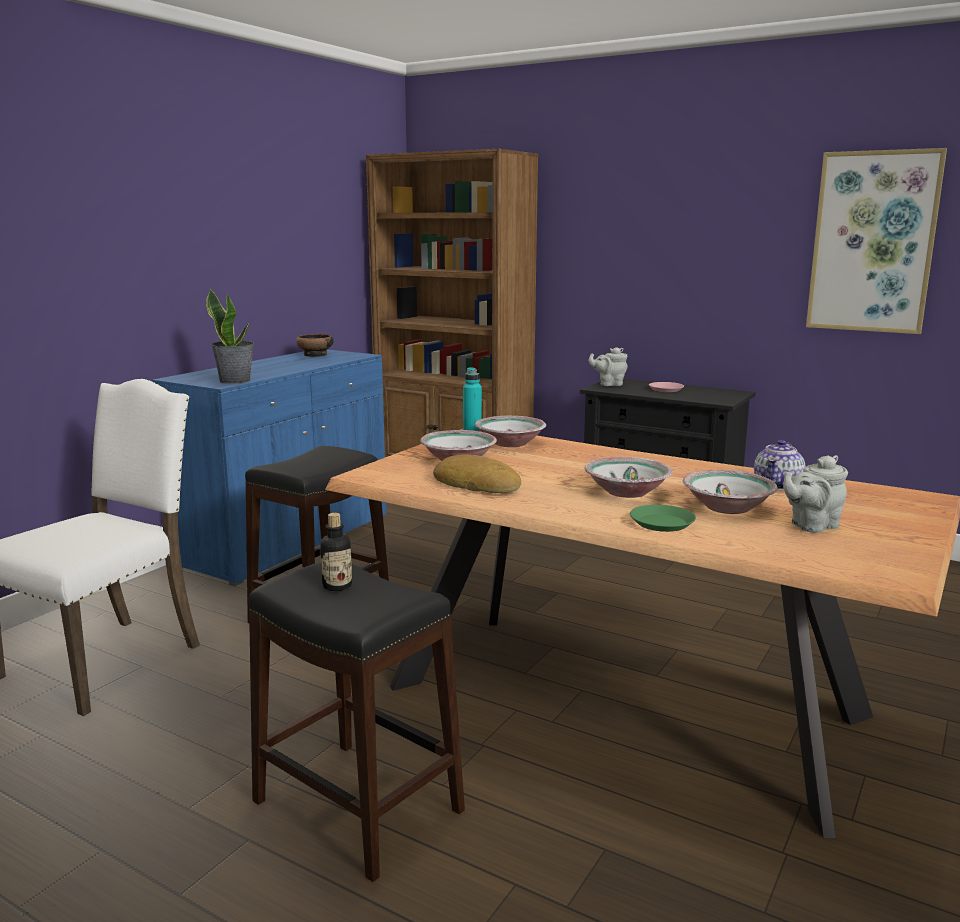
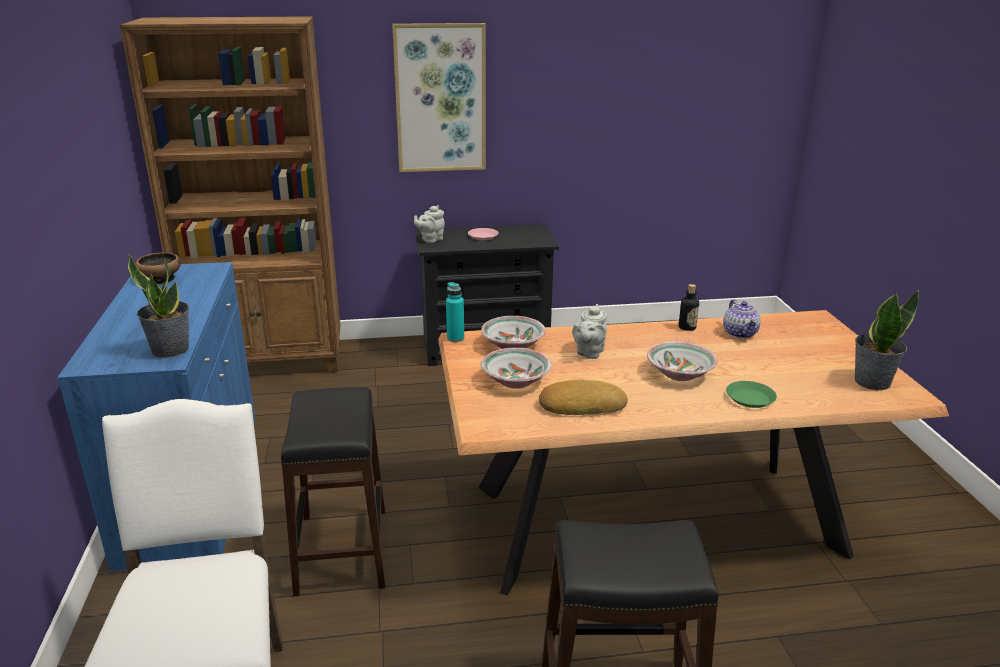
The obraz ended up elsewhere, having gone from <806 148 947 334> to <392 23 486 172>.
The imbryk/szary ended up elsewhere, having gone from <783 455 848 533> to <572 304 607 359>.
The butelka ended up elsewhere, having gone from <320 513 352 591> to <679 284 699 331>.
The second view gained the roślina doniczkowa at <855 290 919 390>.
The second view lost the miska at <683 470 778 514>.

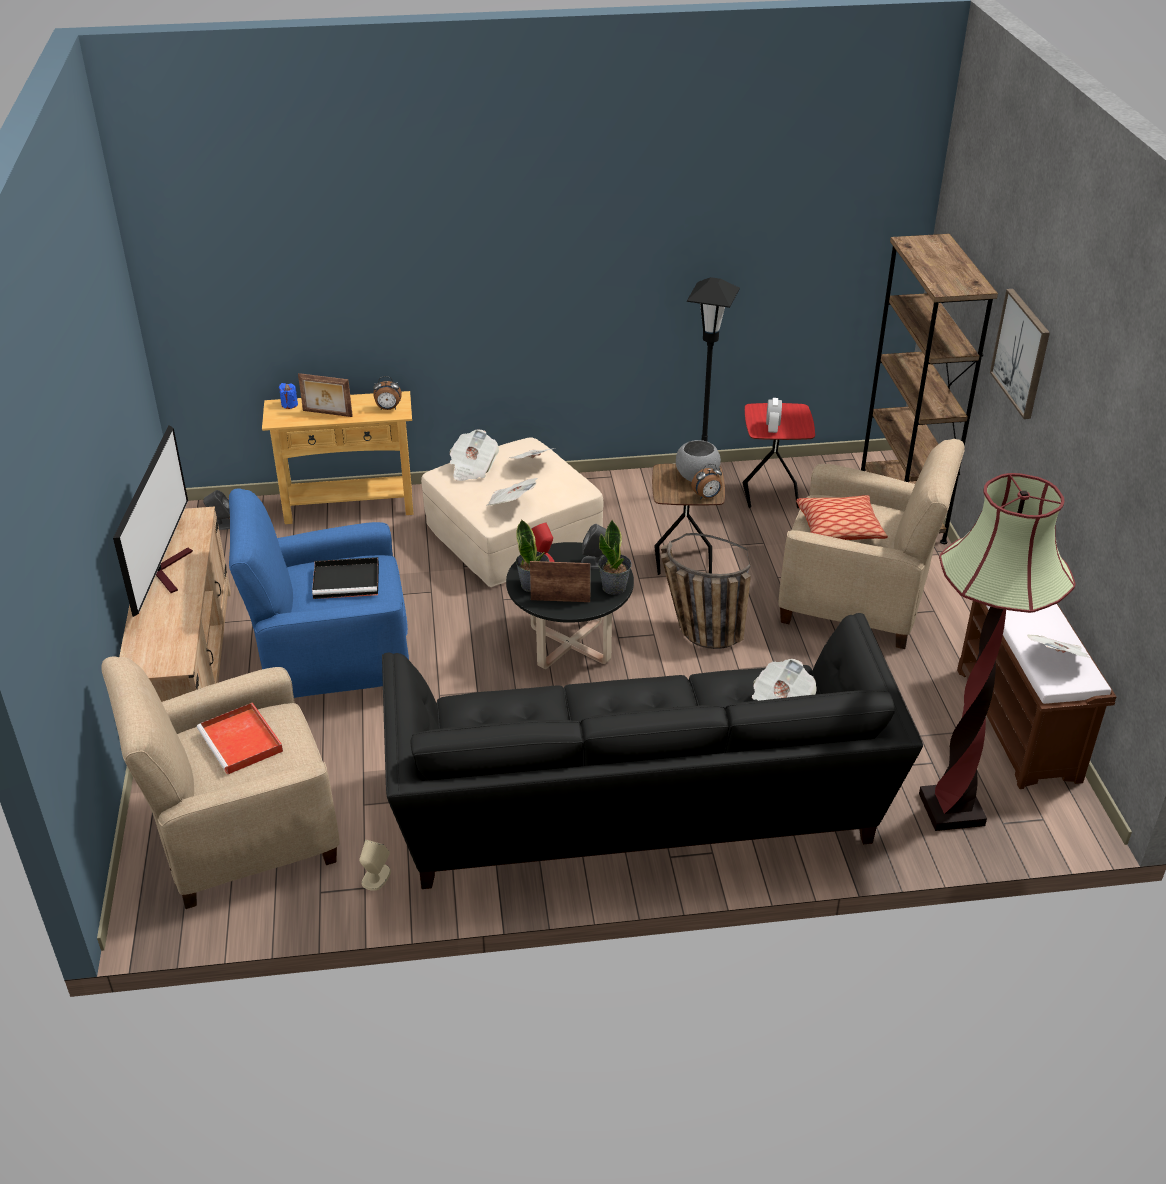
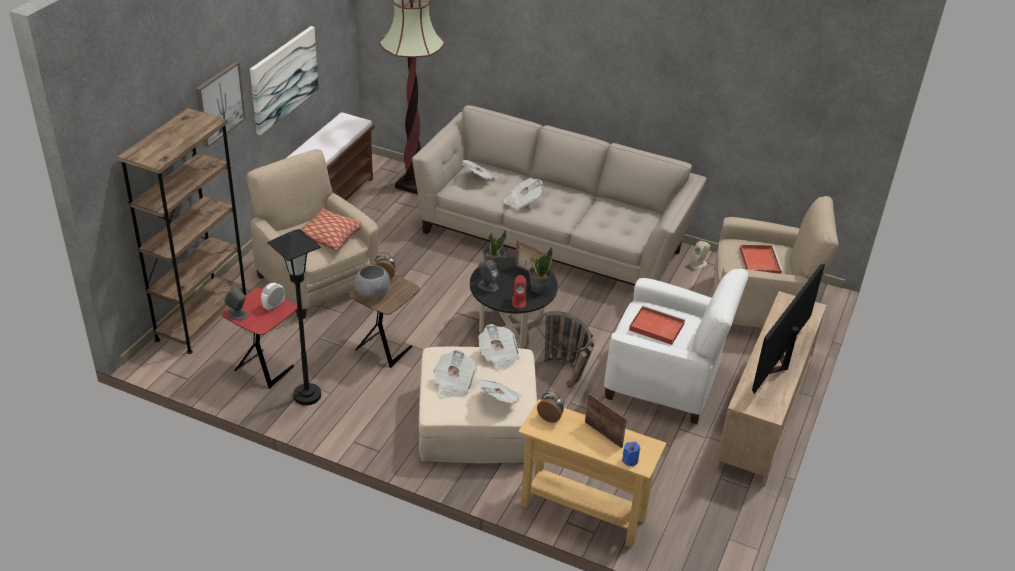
The głośnik/szary ended up elsewhere, having gone from <203 490 230 530> to <224 287 248 321>.
The second view gained the obraz at <250 26 319 135>.
What was the kanapa/czarny at <382 613 923 889> turned into the kanapa/beżowy at <412 105 707 286>.
The gazeta ended up elsewhere, having gone from <1027 634 1090 658> to <504 178 542 209>.
The koszyk ended up elsewhere, having gone from <661 533 751 649> to <536 311 594 388>.
What was the fotel/niebieski at <229 488 409 698> turned into the fotel/biały at <604 269 748 424>.
What was the taca/czarny at <312 557 379 599> turned into the taca/czerwony at <629 305 685 345>.

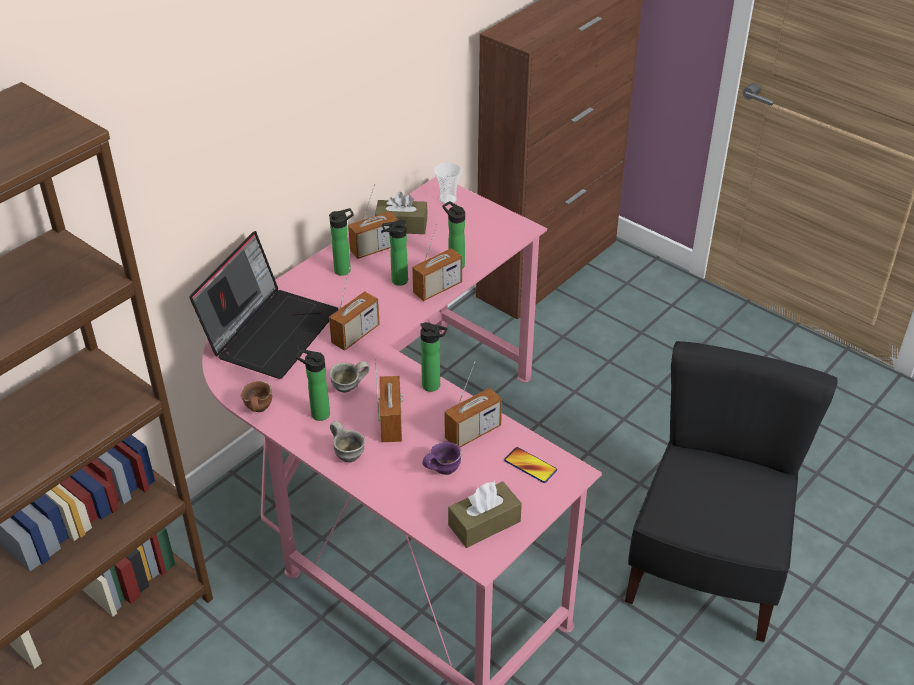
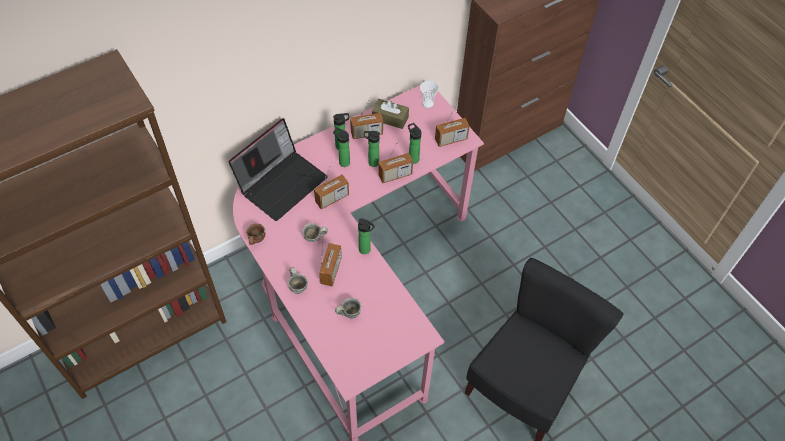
The butelka ended up elsewhere, having gone from <296 349 330 421> to <333 128 350 167>.
What was the kubek/fioletowy at <422 442 462 475> turned into the kubek/szary at <335 298 361 318>.
The radio ended up elsewhere, having gone from <444 361 502 447> to <435 103 470 147>.
The second view lost the pudełko chusteczek/brązowy at <448 481 522 548>.
The second view lost the telefon at <504 447 557 483>.

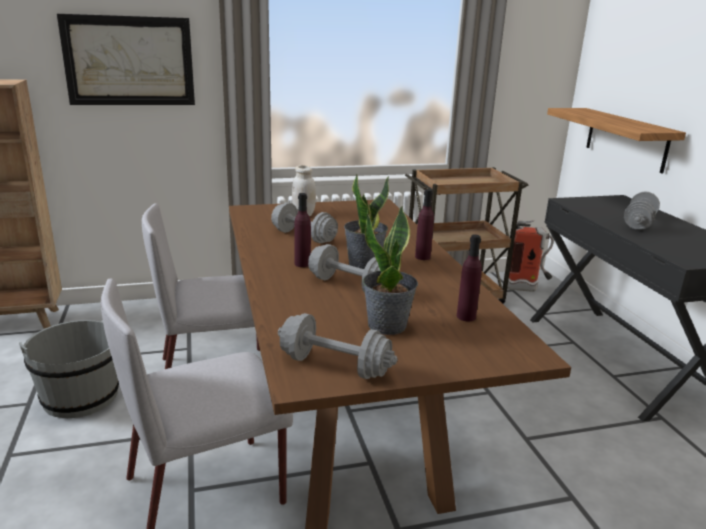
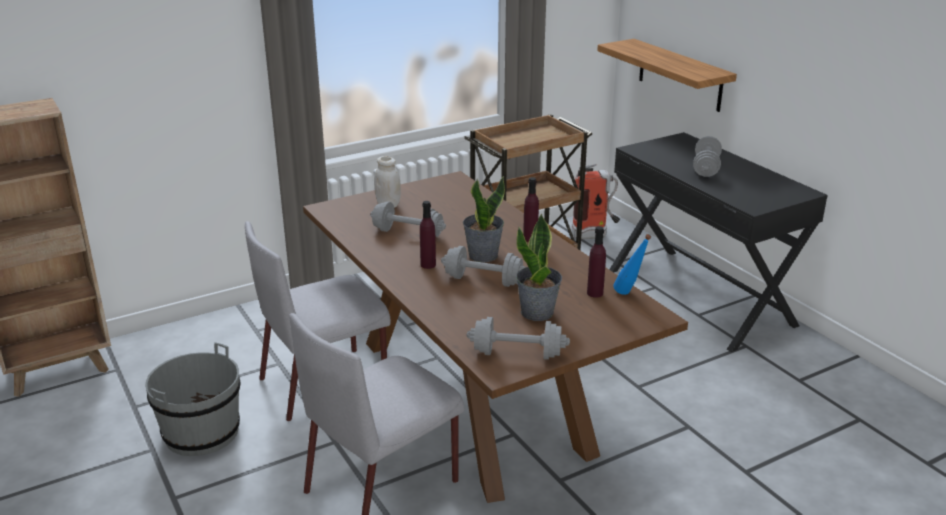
The second view gained the butelka/niebieski at <613 234 651 295>.
The second view lost the obraz at <57 14 195 105>.

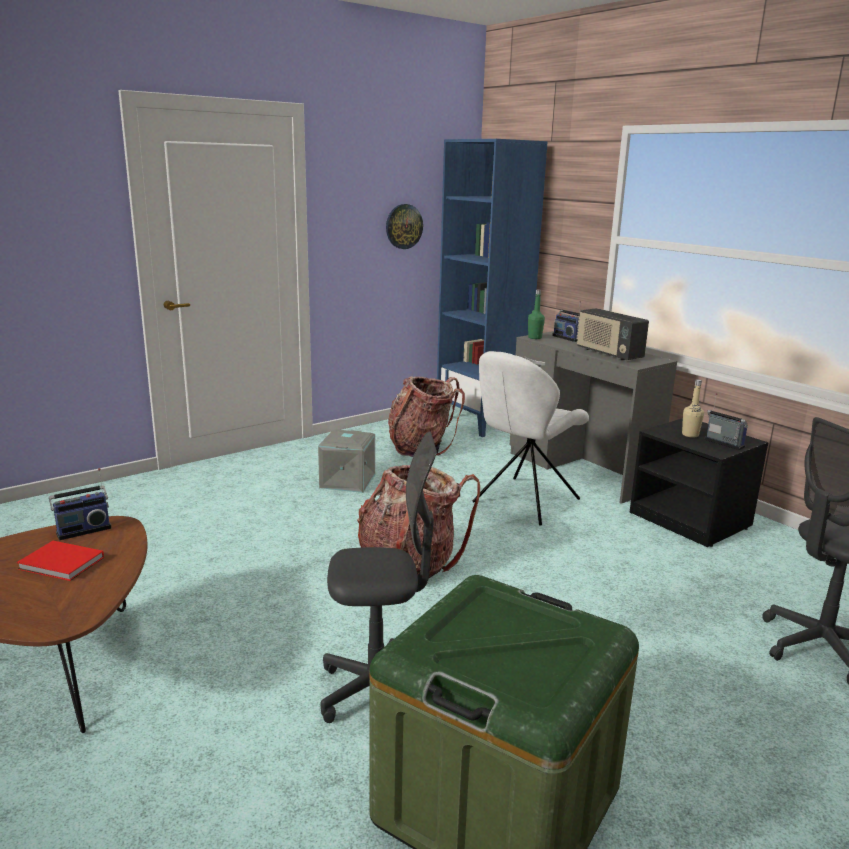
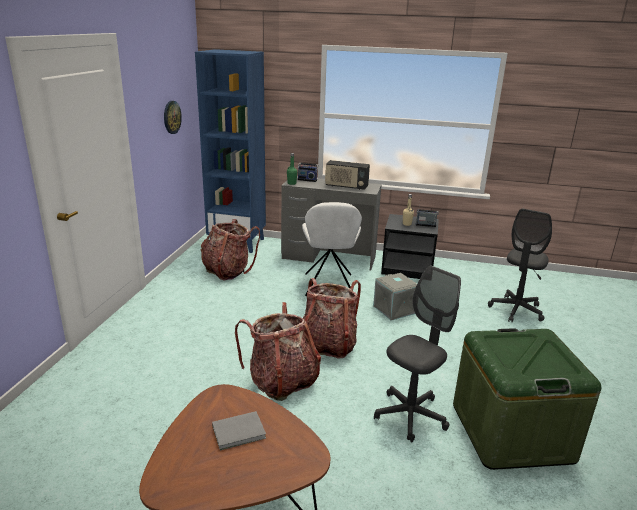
What was the książka/czerwony at <17 541 104 581> turned into the książka/szary at <212 411 266 451>.
The second view gained the plecak at <235 302 321 401>.
The pojemnik do przechowywania/szary ended up elsewhere, having gone from <318 429 375 493> to <373 273 417 321>.
The second view lost the radio at <49 468 111 540>.

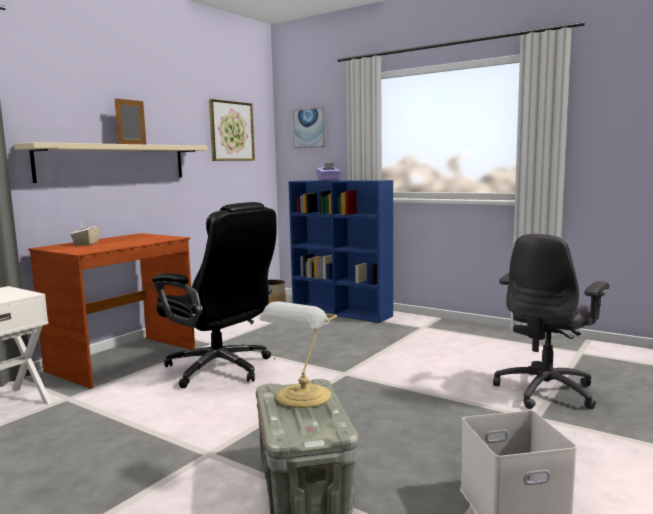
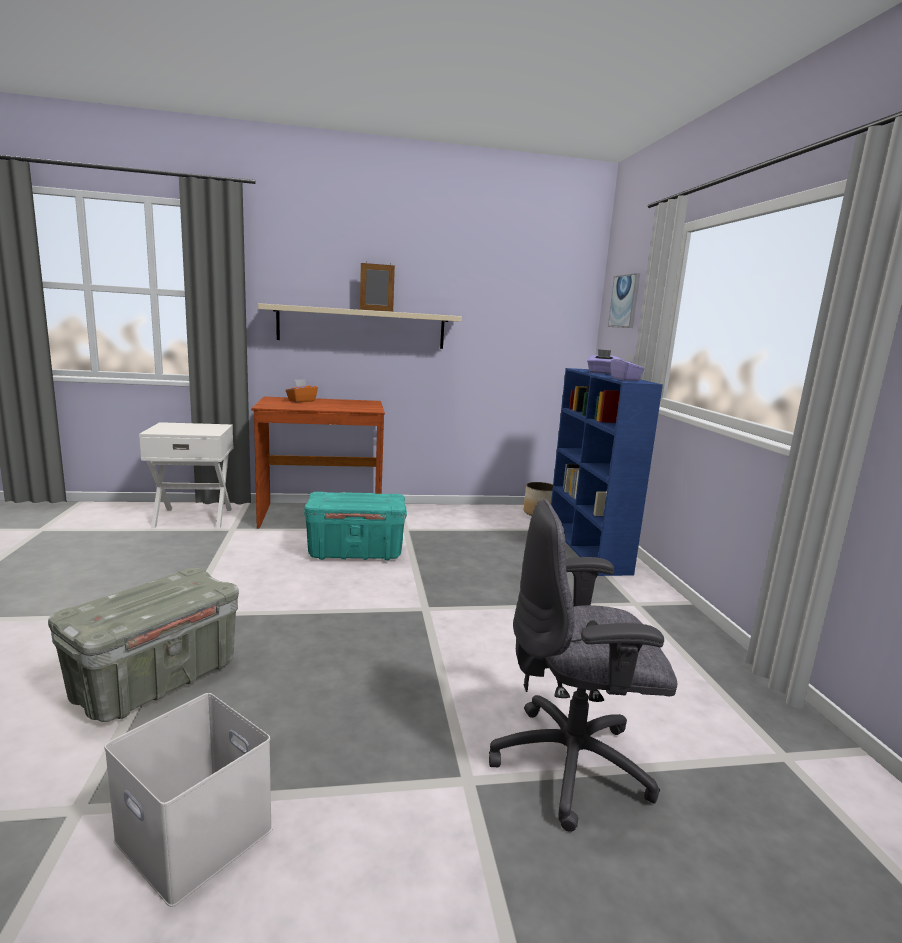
What was the pudełko chusteczek/beżowy at <70 221 99 246> turned into the pudełko chusteczek/pomarańczowy at <285 379 318 403>.
Where the krzesło biurowe/czarny stood at <152 202 277 388>, the pojemnik do przechowywania/turkusowy came to stand at <304 492 407 561>.
The second view gained the pudełko chusteczek/fioletowy at <610 354 645 381>.
The second view lost the obraz at <209 99 255 161>.
The second view lost the lampa stołowa at <260 301 337 408>.

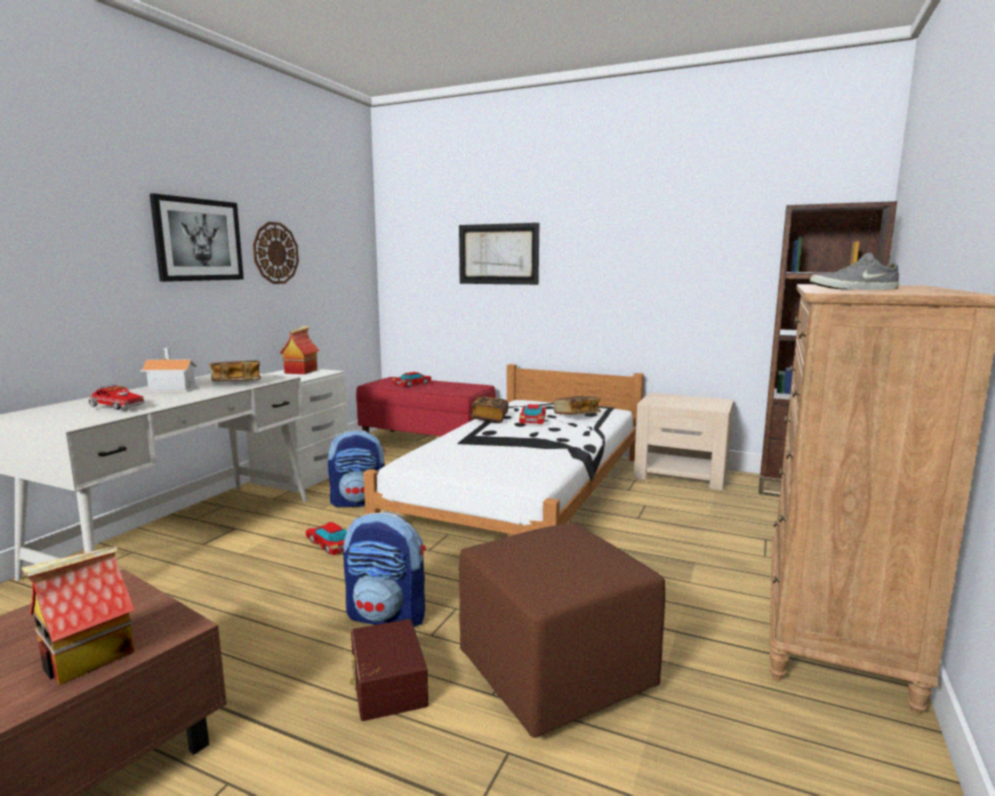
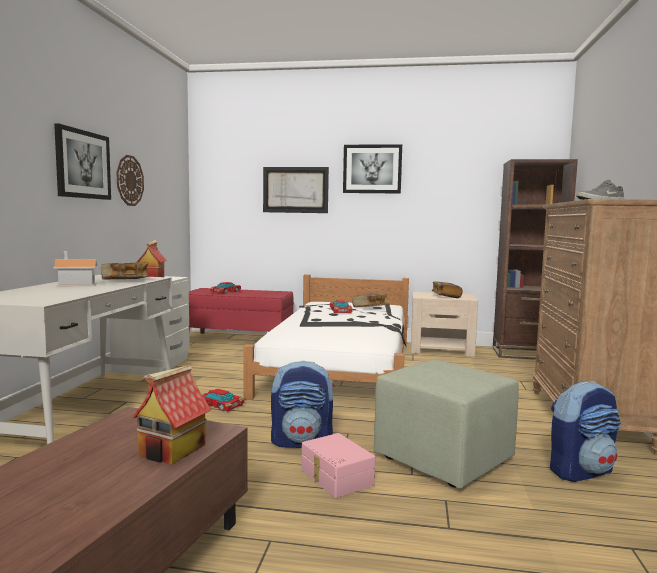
What was the pojemnik do przechowywania/brązowy at <350 619 428 721> turned into the pojemnik do przechowywania/różowy at <301 433 375 498>.
The second view gained the obraz at <343 144 402 194>.
What was the pufa/brązowy at <459 522 665 738> turned into the pufa/zielony at <374 360 519 488>.
The książka ended up elsewhere, having gone from <471 396 509 423> to <432 281 463 298>.
The plecak ended up elsewhere, having gone from <328 430 386 507> to <550 381 621 482>.
The second view lost the ciężarówka zabawkowa at <89 384 144 410>.

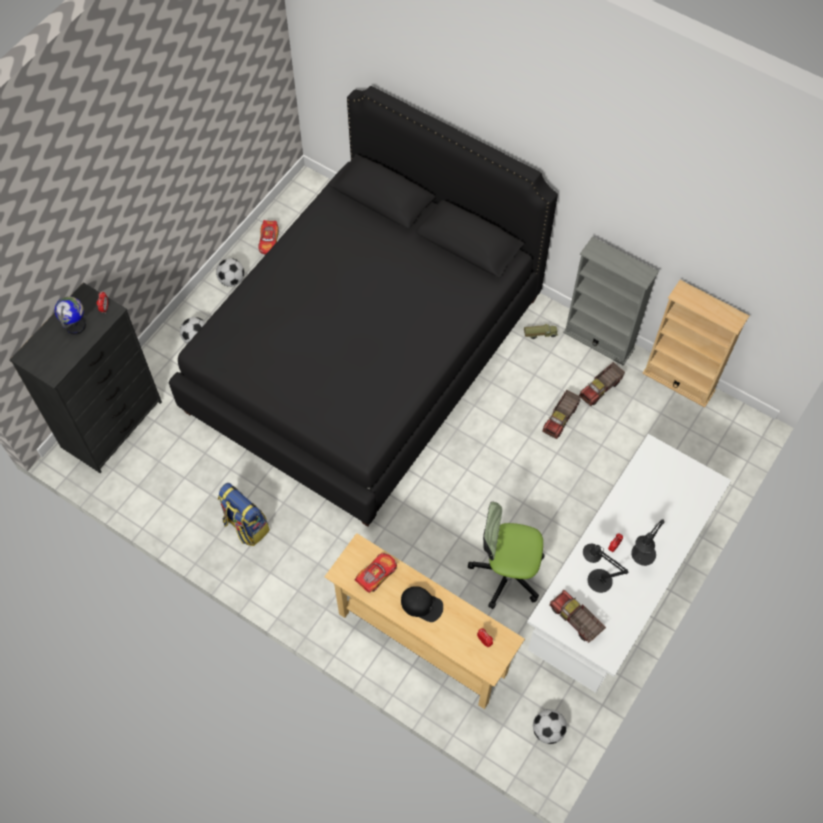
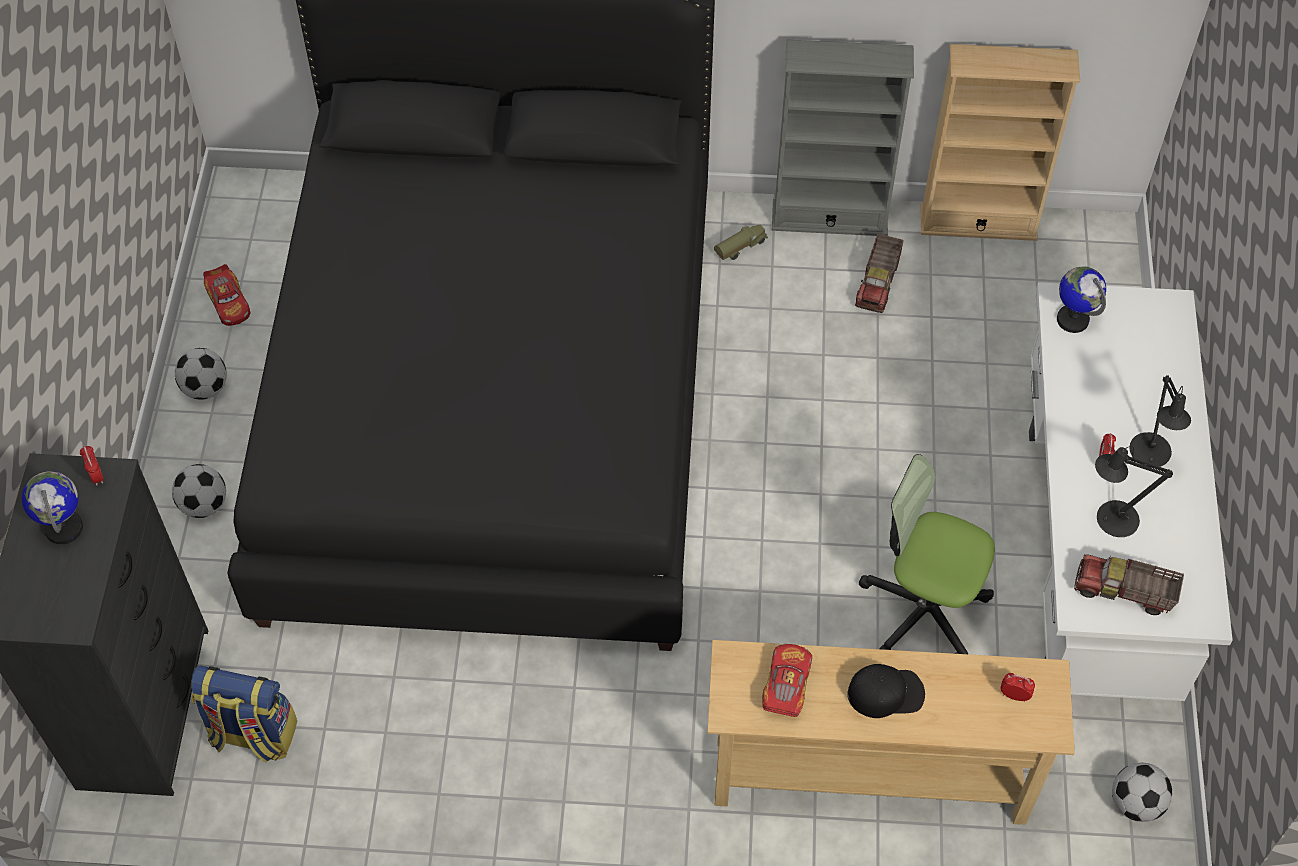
The plecak ended up elsewhere, having gone from <218 483 270 546> to <191 666 297 763>.
The krzesło biurowe at <468 502 545 609> ended up facing another way, 45 degrees clockwise from before.
The second view gained the globus at <1057 266 1106 333>.
The second view lost the ciężarówka zabawkowa at <542 390 581 439>.

